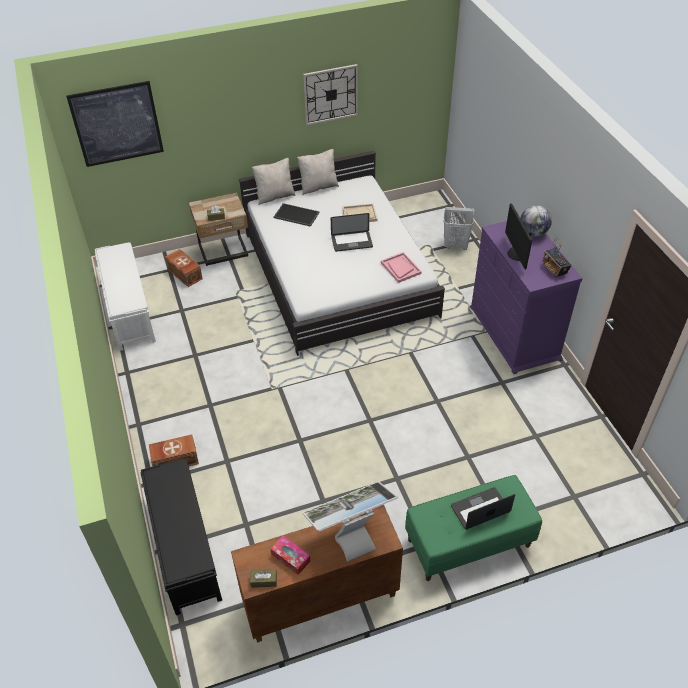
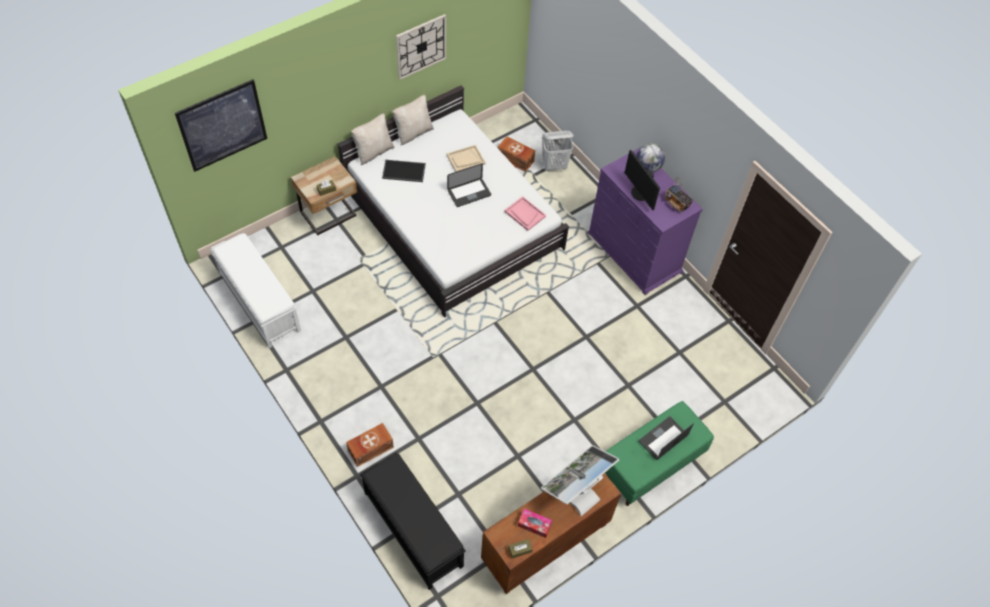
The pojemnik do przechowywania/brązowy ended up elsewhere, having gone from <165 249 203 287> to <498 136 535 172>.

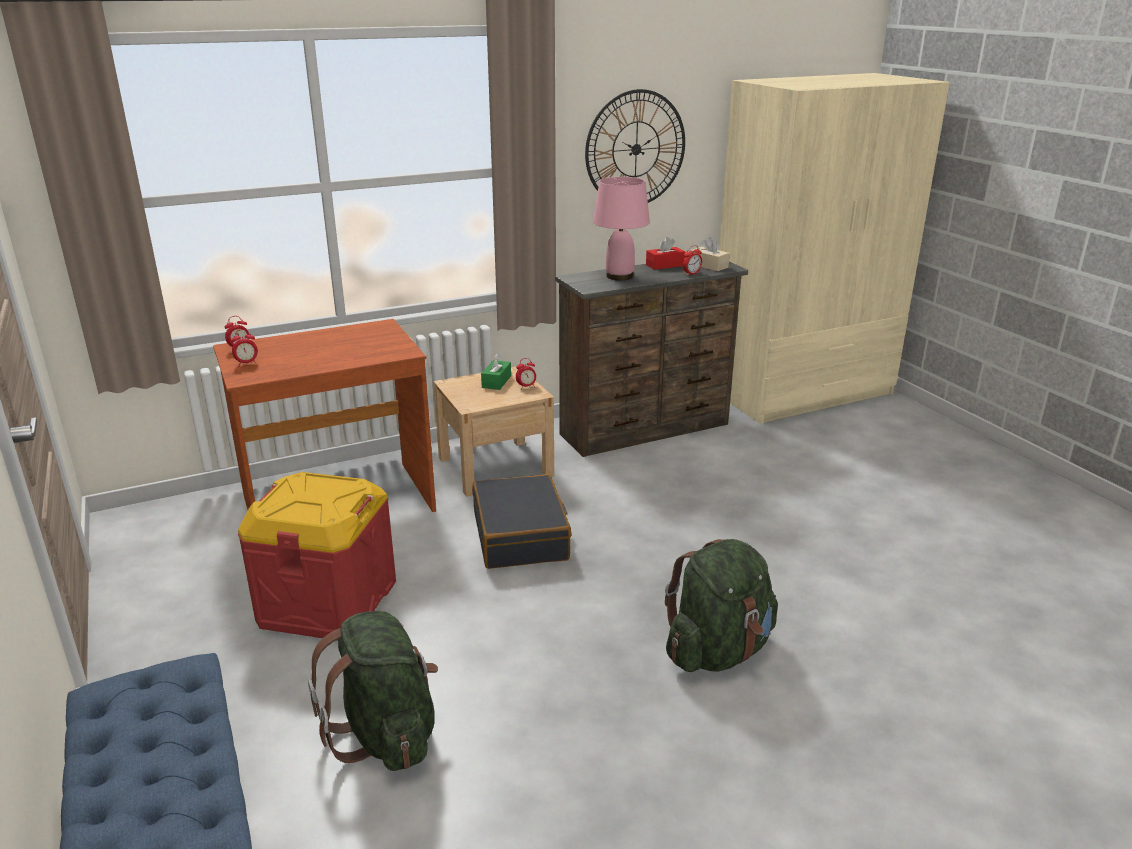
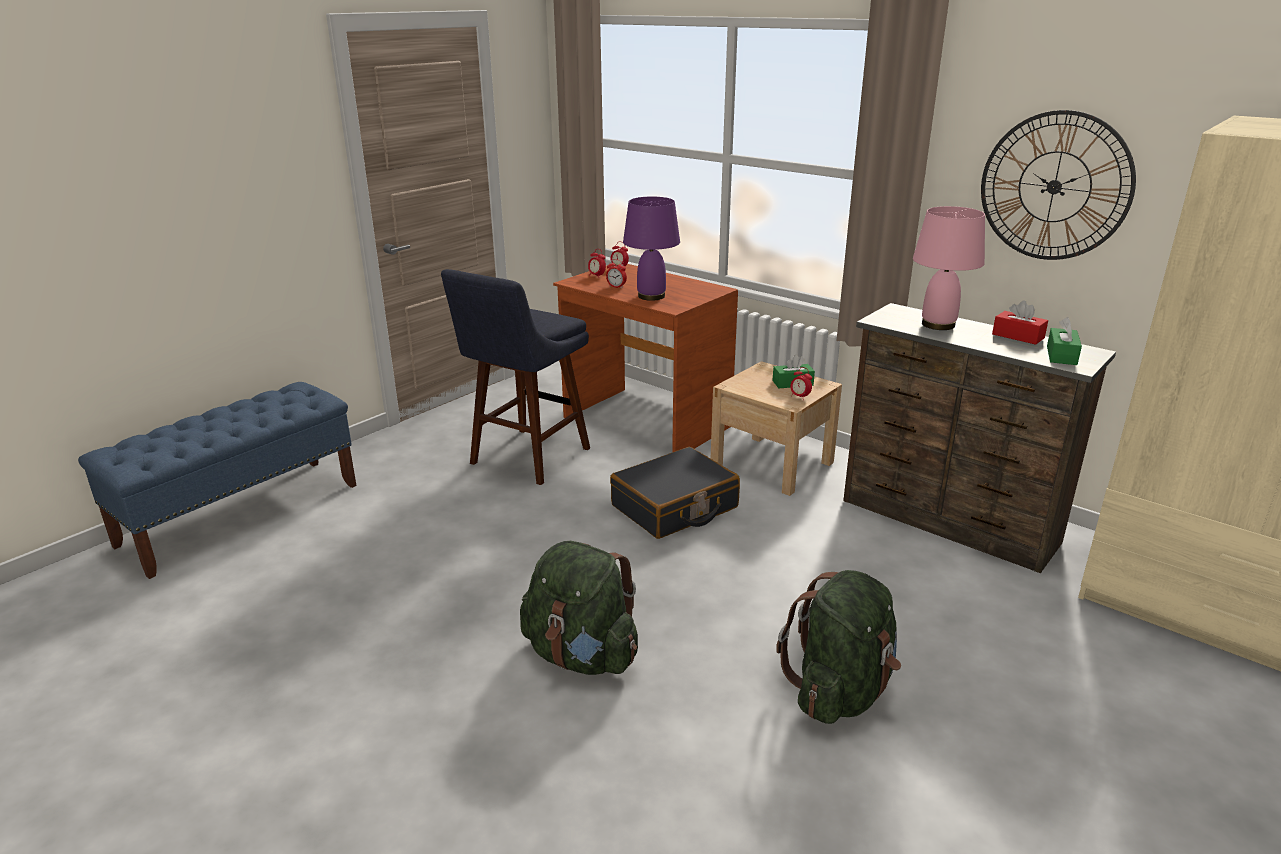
Where the pojemnik do przechowywania/czerwony stood at <238 472 396 641>, the stołek/niebieski came to stand at <441 269 590 485>.
The budzik ended up elsewhere, having gone from <683 245 702 275> to <606 259 627 289>.
The second view gained the lampa stołowa/fioletowy at <623 196 680 301>.
The plecak/zielony ended up elsewhere, having gone from <308 611 438 771> to <776 570 901 724>.
What was the pudełko chusteczek/beżowy at <691 237 730 271> turned into the pudełko chusteczek/zielony at <1047 317 1082 365>.

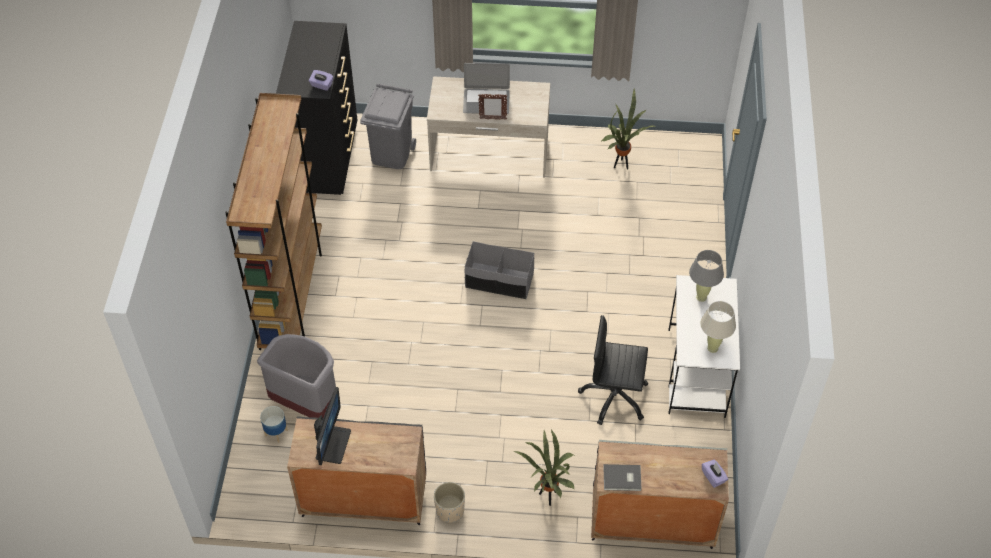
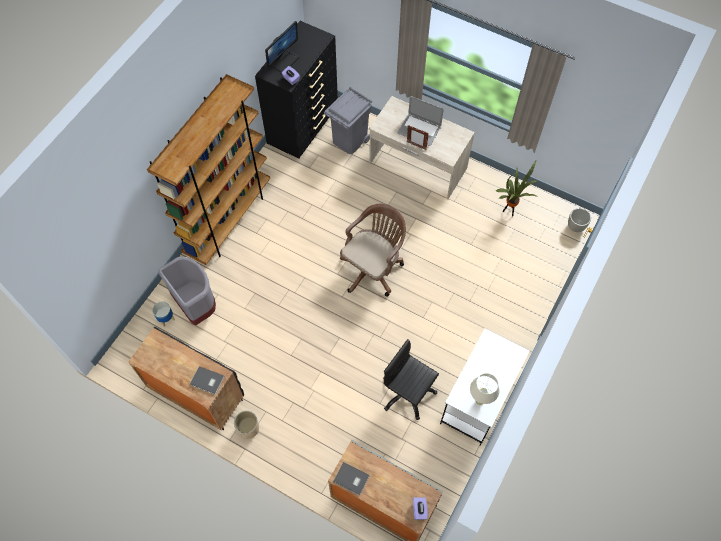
The second view gained the książka/szary at <190 366 225 395>.
The monitor ended up elsewhere, having gone from <314 387 351 465> to <265 21 299 73>.
Where the pojemnik do przechowywania/szary stood at <465 241 534 299>, the krzesło biurowe/brązowy came to stand at <340 204 406 297>.
The second view gained the donica/szary at <568 208 591 232>.
The second view lost the roślina doniczkowa at <514 429 575 506>.
The second view lost the lampa stołowa/szary at <689 250 724 302>.

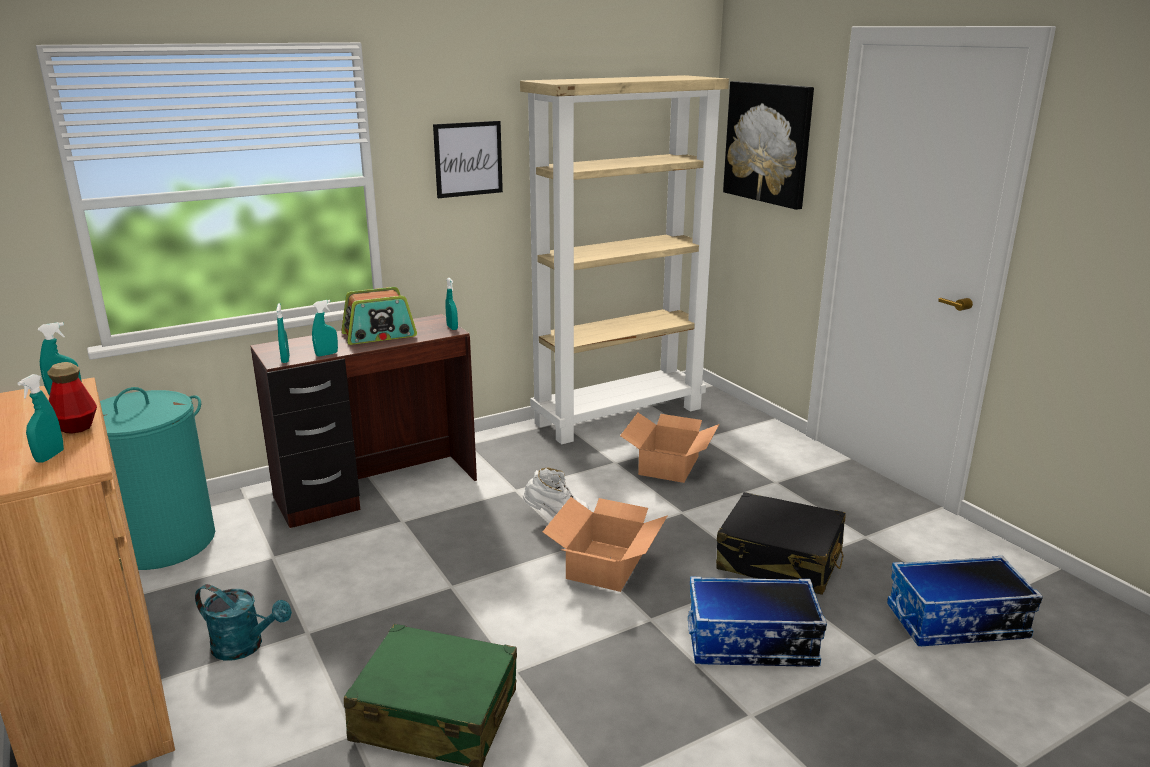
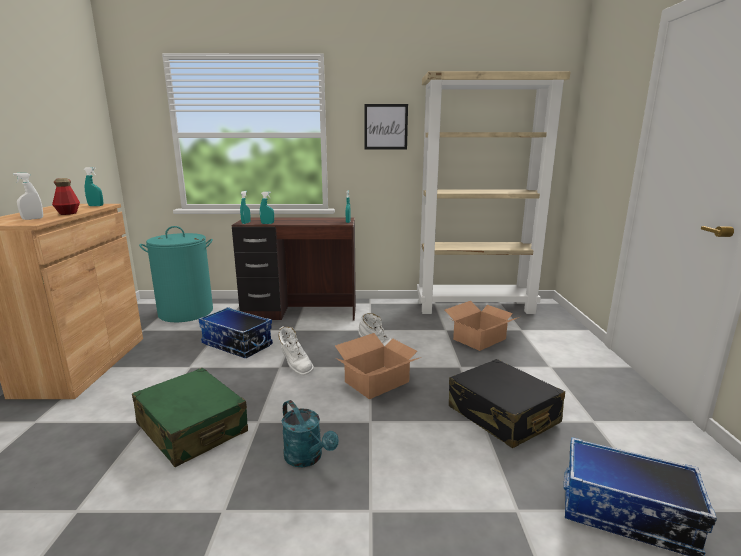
What was the spryskiwacz/turkusowy at <17 374 64 463> turned into the spryskiwacz/biały at <13 173 43 220>.
The pojemnik do przechowywania ended up elsewhere, having gone from <688 576 827 667> to <199 307 273 358>.
The second view gained the but z cholewką/biały at <278 326 314 376>.
The konewka/turkusowy ended up elsewhere, having gone from <195 584 292 661> to <282 400 339 467>.
The second view lost the radio at <341 287 417 345>.
The second view lost the obraz at <723 81 814 210>.

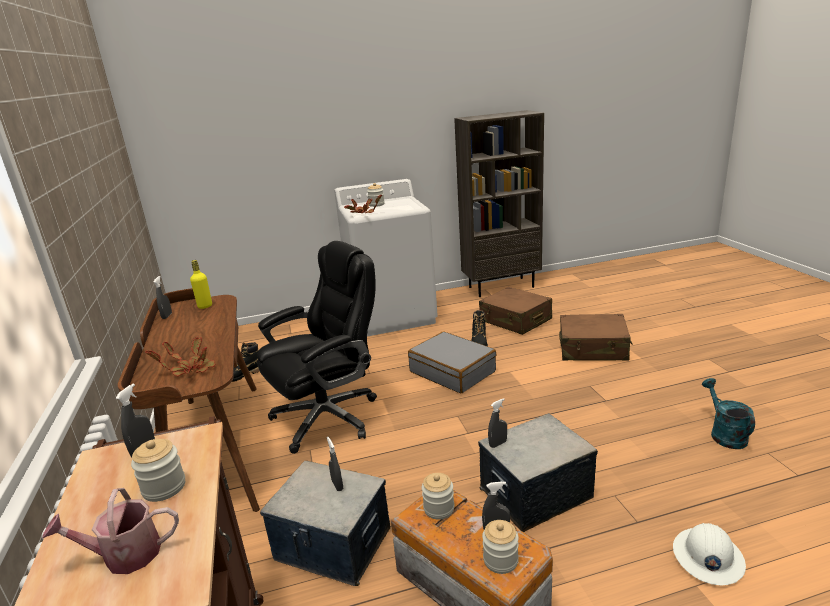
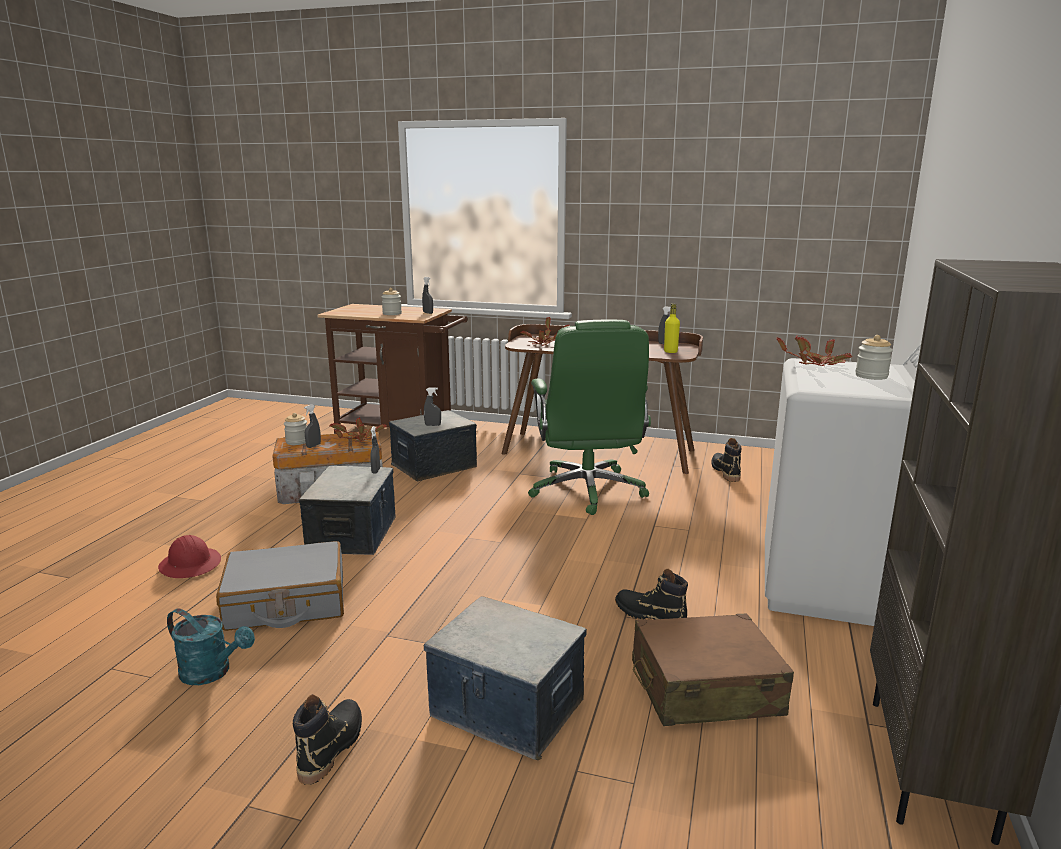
What was the kask/biały at <673 523 746 585> turned into the kask/czerwony at <158 535 221 578>.
The walizka/szary ended up elsewhere, having gone from <408 332 497 393> to <216 541 344 631>.
The second view gained the but z cholewką/czarny at <293 694 362 785>.
Where the słoik stood at <422 473 454 520>, the roślina doniczkowa came to stand at <329 417 387 442>.
Where the walizka/brązowy stood at <559 314 633 361>, the pojemnik do przechowywania came to stand at <424 596 587 760>.
What was the krzesło biurowe/czarny at <257 241 377 454> turned into the krzesło biurowe/zielony at <528 320 651 515>.
The second view lost the konewka at <42 488 179 574>.

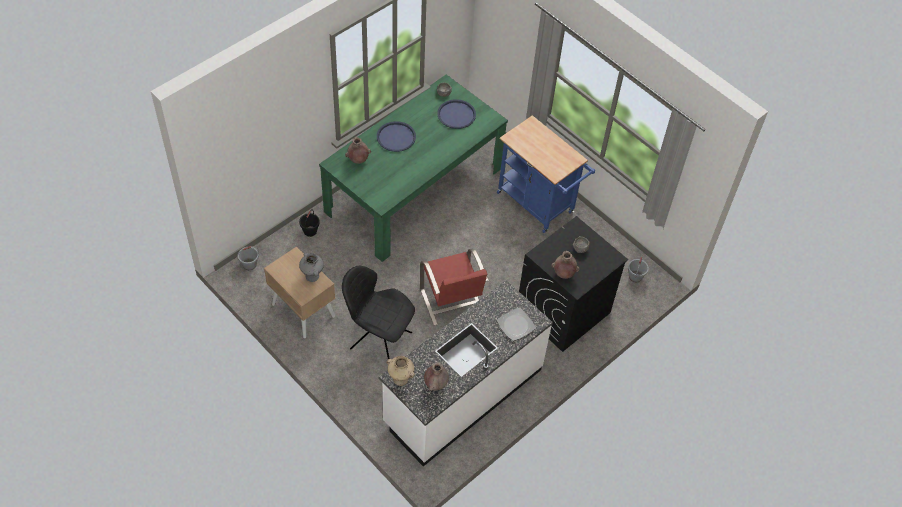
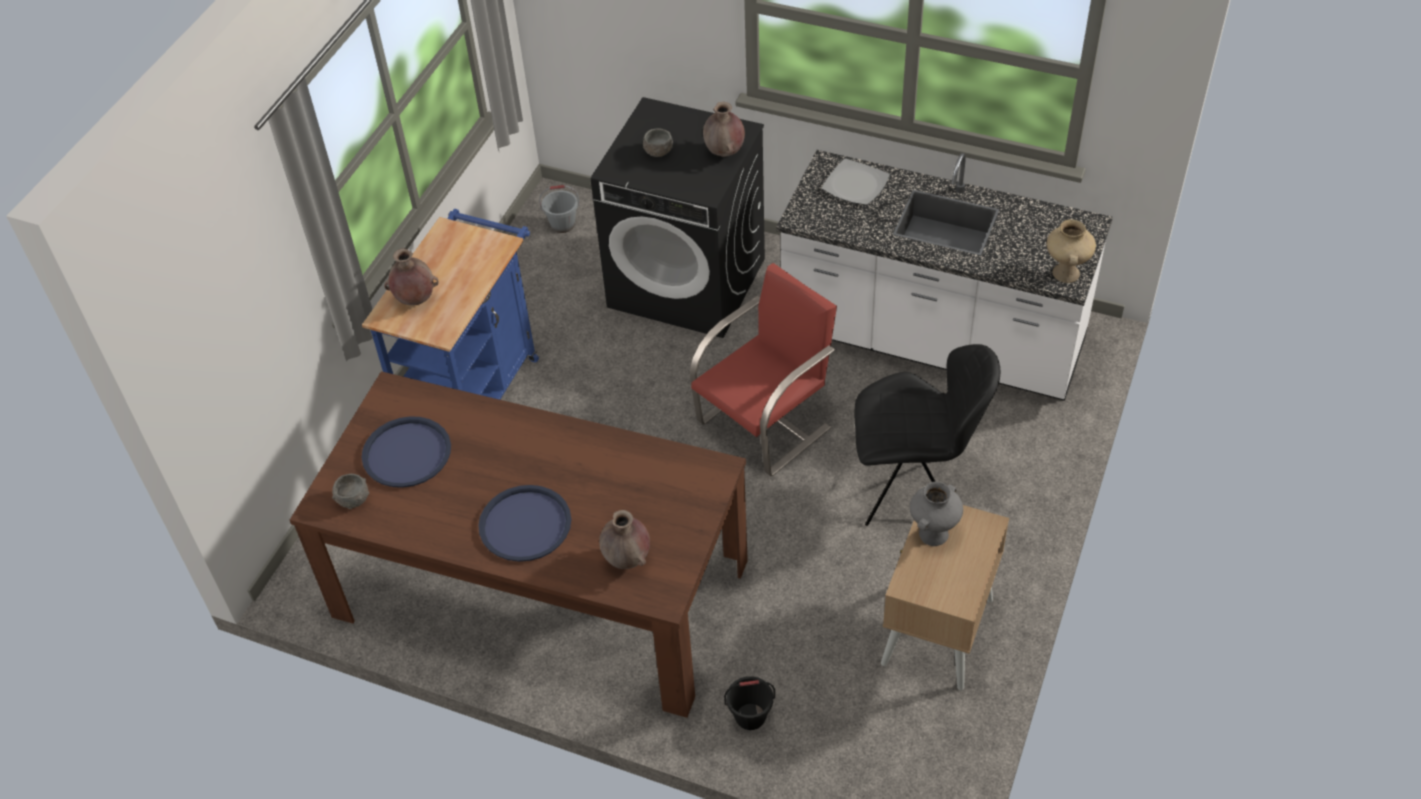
What was the stół jadalny/zielony at <319 75 508 262> turned into the stół jadalny/brązowy at <290 371 748 718>.
The wazon/brązowy ended up elsewhere, having gone from <424 362 449 391> to <384 248 439 305>.
The krzesło/czarny at <342 266 415 359> ended up facing another way, 90 degrees counterclockwise from before.
The second view lost the wiadro/szary at <237 246 259 270>.

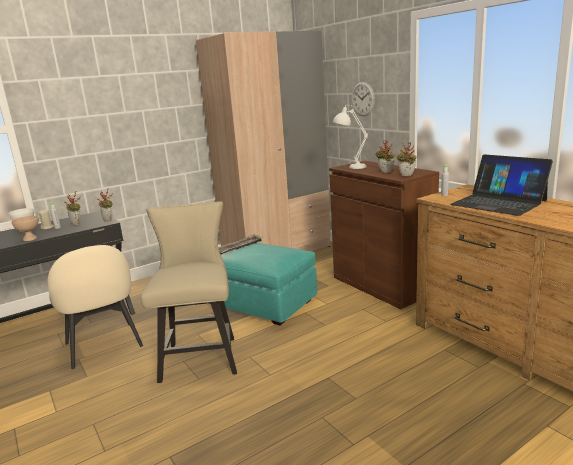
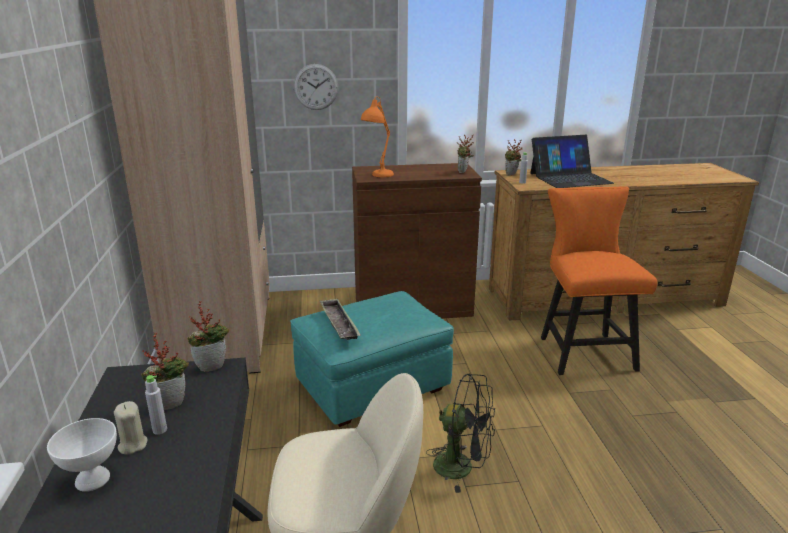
What was the lampa stołowa/biały at <333 105 368 169> turned into the lampa stołowa/pomarańczowy at <361 97 394 177>.
Where the krzesło/beżowy stood at <141 201 237 383>, the wentylator/czarny came to stand at <426 373 495 493>.
The roślina doniczkowa ended up elsewhere, having gone from <375 140 395 172> to <505 139 522 175>.
The second view gained the krzesło/pomarańczowy at <541 186 657 375>.
The second view lost the miska/beżowy at <11 216 39 241>.

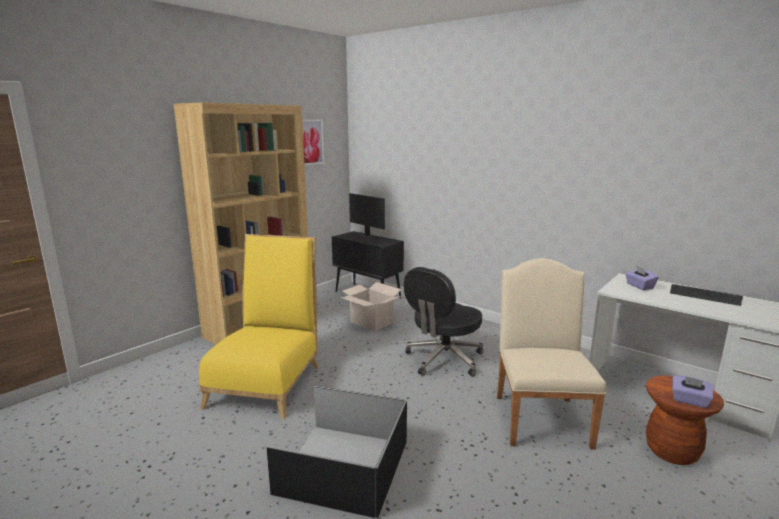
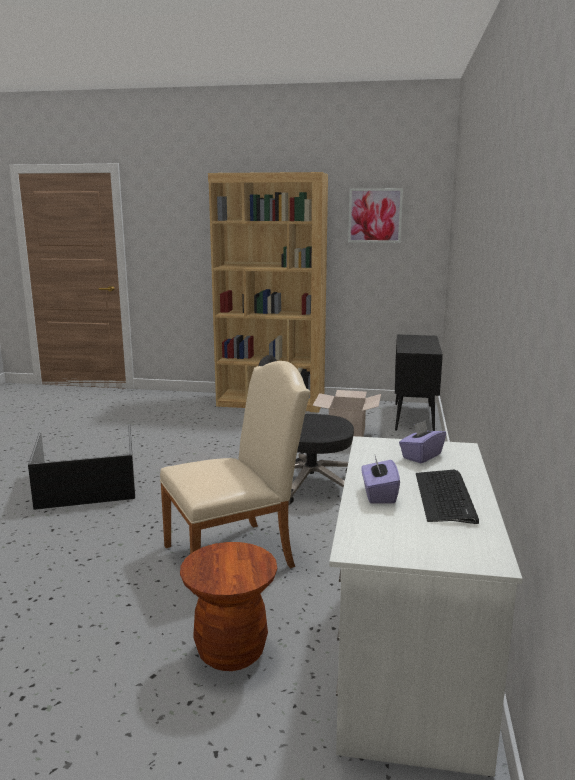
The pudełko chusteczek/fioletowy ended up elsewhere, having gone from <672 376 713 408> to <361 456 400 504>.
The second view lost the krzesło/żółty at <199 234 319 419>.
The second view lost the monitor at <349 193 385 240>.

